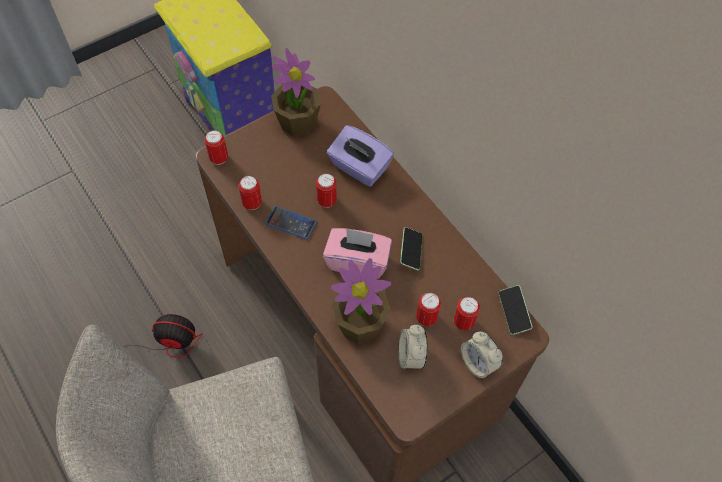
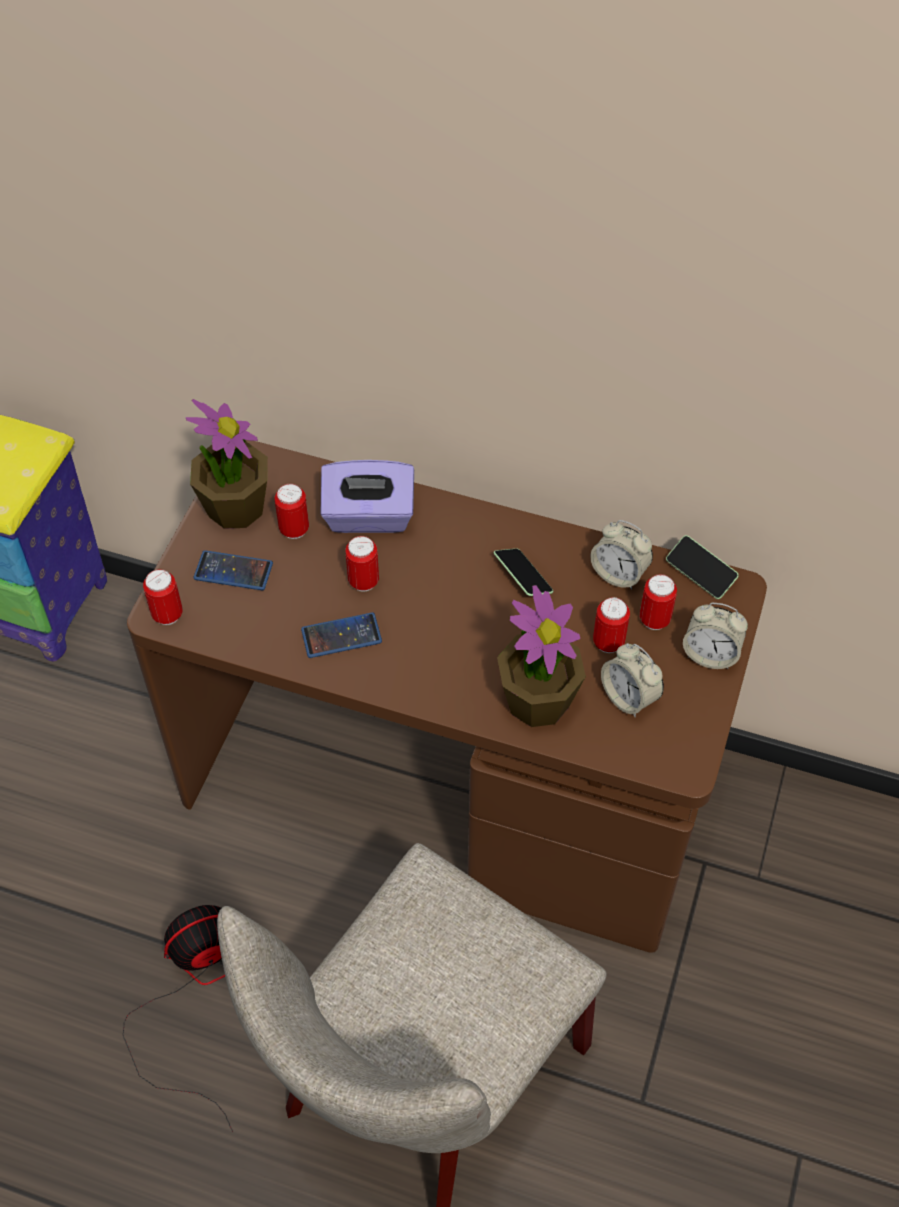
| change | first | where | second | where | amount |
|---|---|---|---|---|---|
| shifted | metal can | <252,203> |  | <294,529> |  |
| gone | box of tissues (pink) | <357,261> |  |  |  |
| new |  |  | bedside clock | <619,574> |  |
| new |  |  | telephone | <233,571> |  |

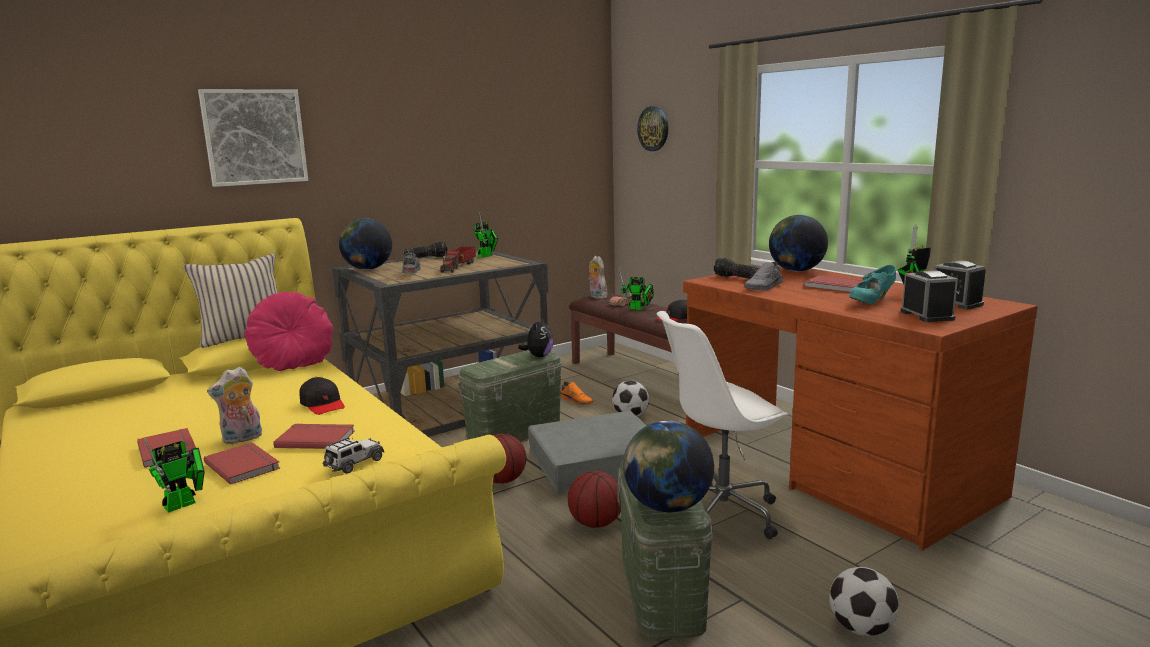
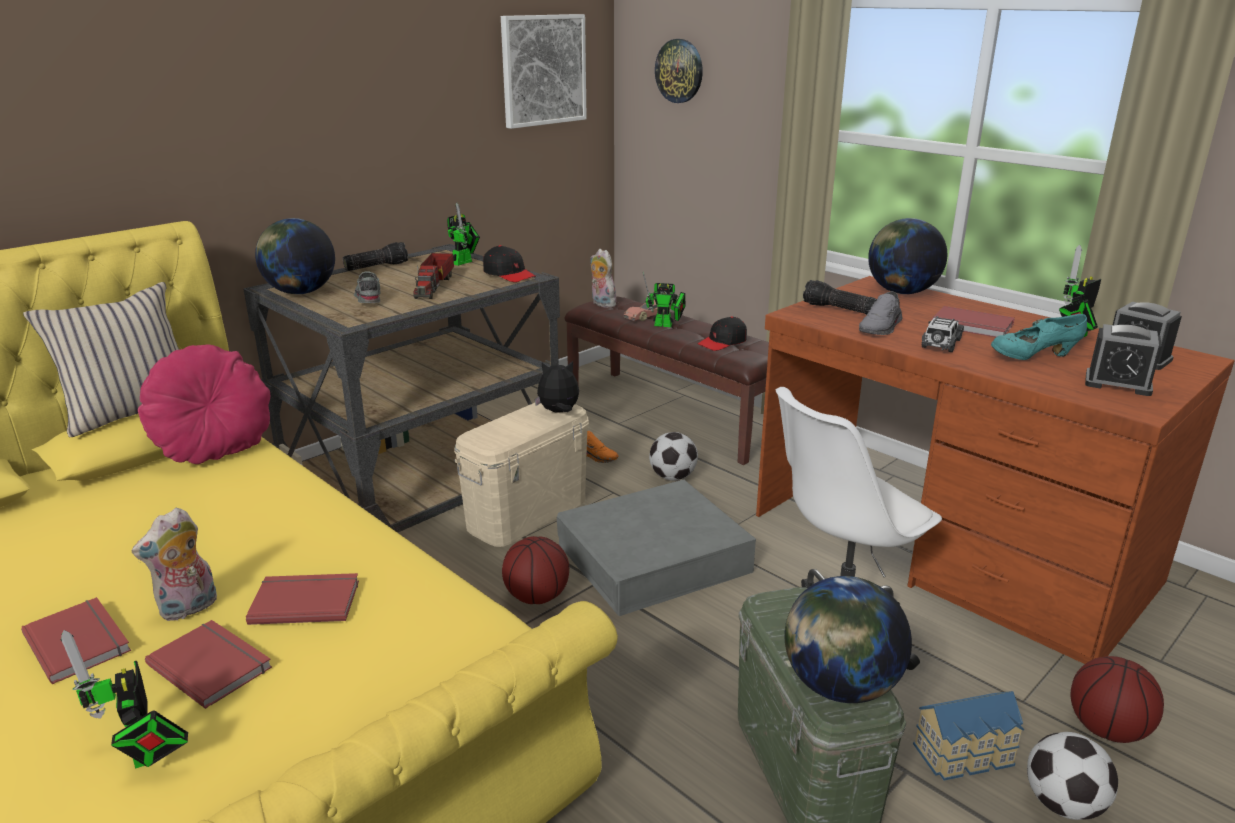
| change | first | where | second | where | amount |
|---|---|---|---|---|---|
| shifted | picture | <254,137> |  | <543,70> |  |
| rotated | item of footwear (turquoise) | <871,302> |  | <1033,357> | 45 degrees clockwise |
| rotated | bedside clock | <927,315> |  | <1117,383> | 135 degrees clockwise |
| rotated | soft toy | <538,356> |  | <558,412> | 105 degrees counterclockwise |
| repainted | storage box (green-coloured) | <514,433> | storage box (sand-coloured) | <527,513> |  |
| shifted | peaked cap (black-coloured) | <323,404> |  | <509,274> |  |
| shifted | model car | <354,464> |  | <941,344> |  |
| rotated | model robot | <185,503> |  | <145,756> | 120 degrees clockwise |
| shifted | basketball | <596,524> |  | <1107,730> |  |
| new |  |  | miniature house | <966,755> |  |

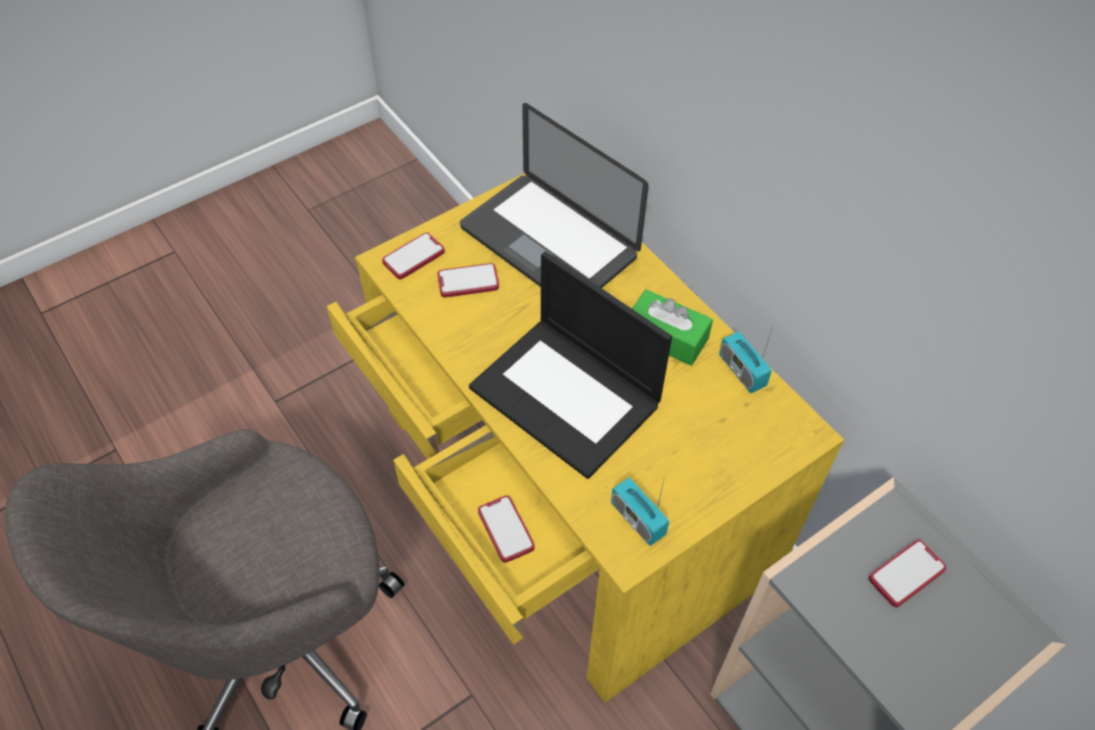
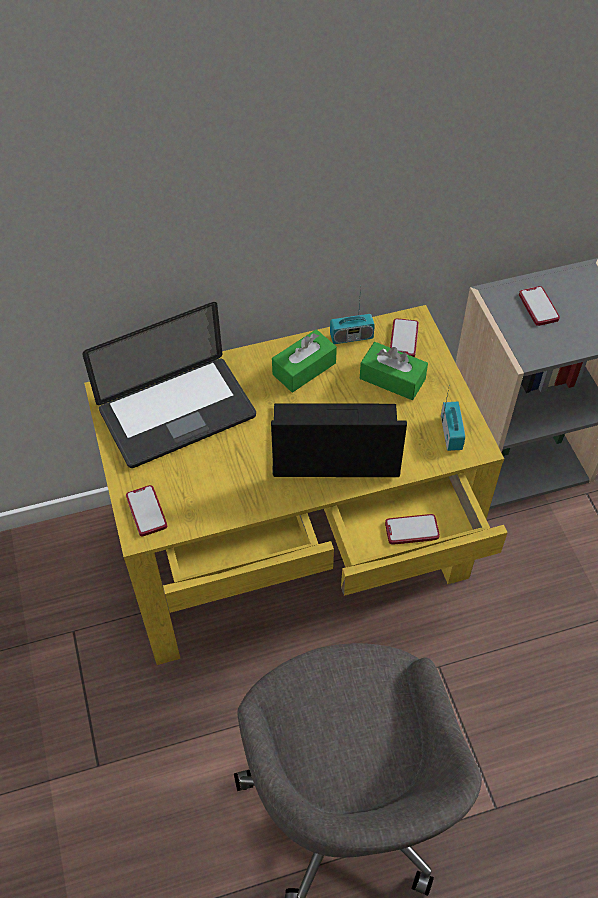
| change | first | where | second | where | amount |
|---|---|---|---|---|---|
| rotated | portable computer | <567,396> |  | <334,443> | 150 degrees counterclockwise |
| shifted | telephone | <468,282> |  | <404,339> |  |
| rotated | radio receiver | <637,519> |  | <451,433> | 75 degrees counterclockwise |
| new |  |  | box of tissues (green-coloured) | <392,379> |  |

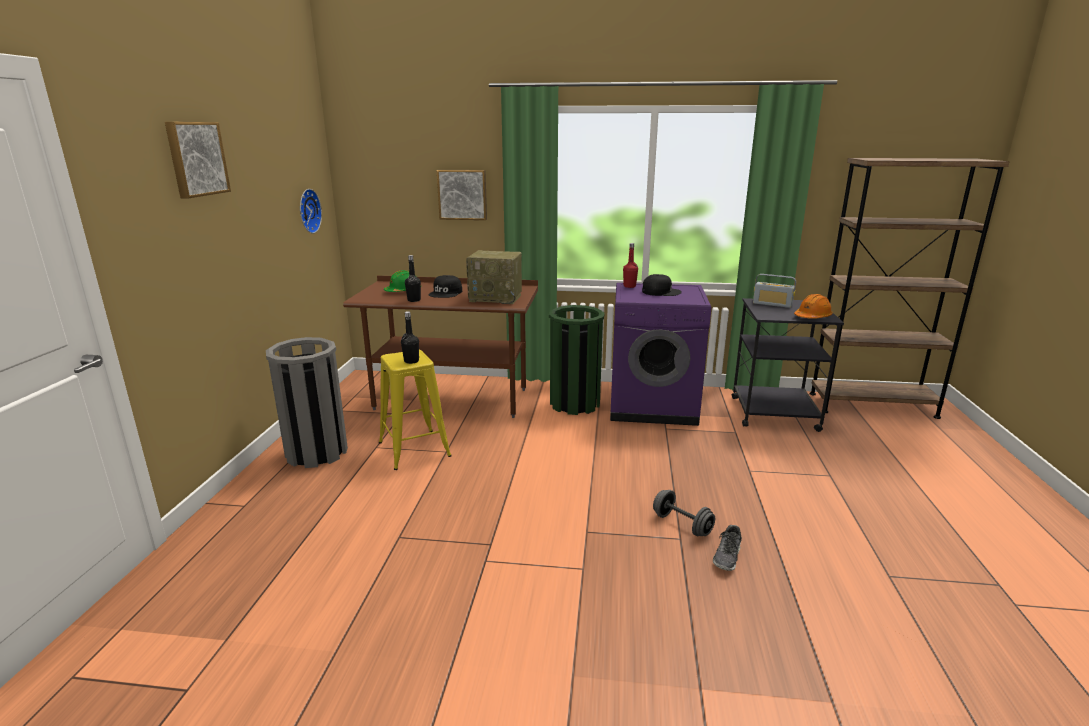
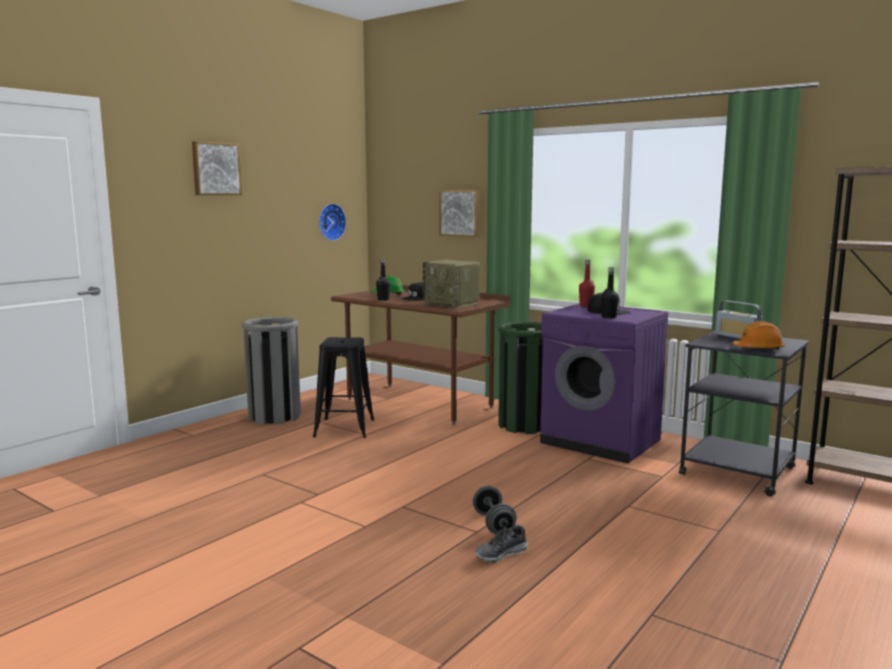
| change | first | where | second | where | amount |
|---|---|---|---|---|---|
| shifted | beverage bottle (black-coloured) | <411,361> |  | <609,317> |  |
| repainted | sitting stool (yellowish) | <414,449> | sitting stool (black-coloured) | <344,428> |  |

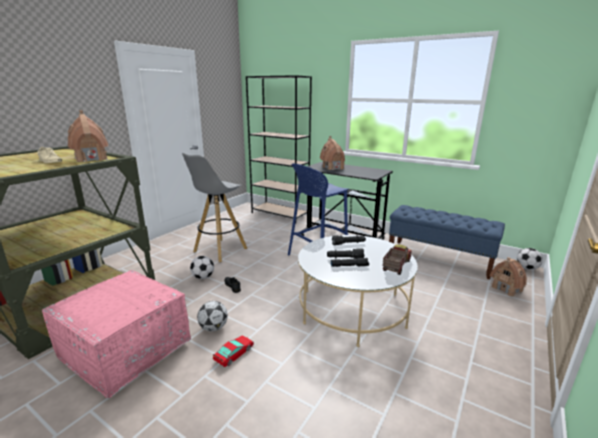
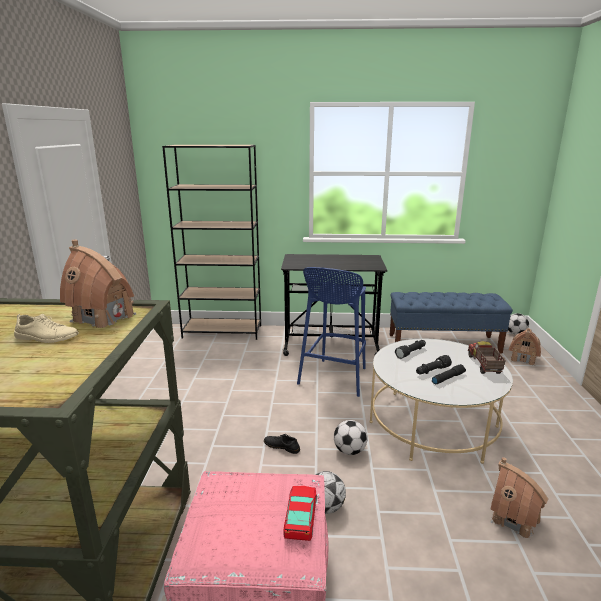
| change | first | where | second | where | amount |
|---|---|---|---|---|---|
| shifted | miniature house | <332,168> |  | <514,519> |  |
| gone | sitting stool (gray) | <219,250> |  |  |  |
| shifted | ball for football | <203,277> |  | <349,451> |  |
| shifted | model car | <234,354> |  | <301,517> |  |

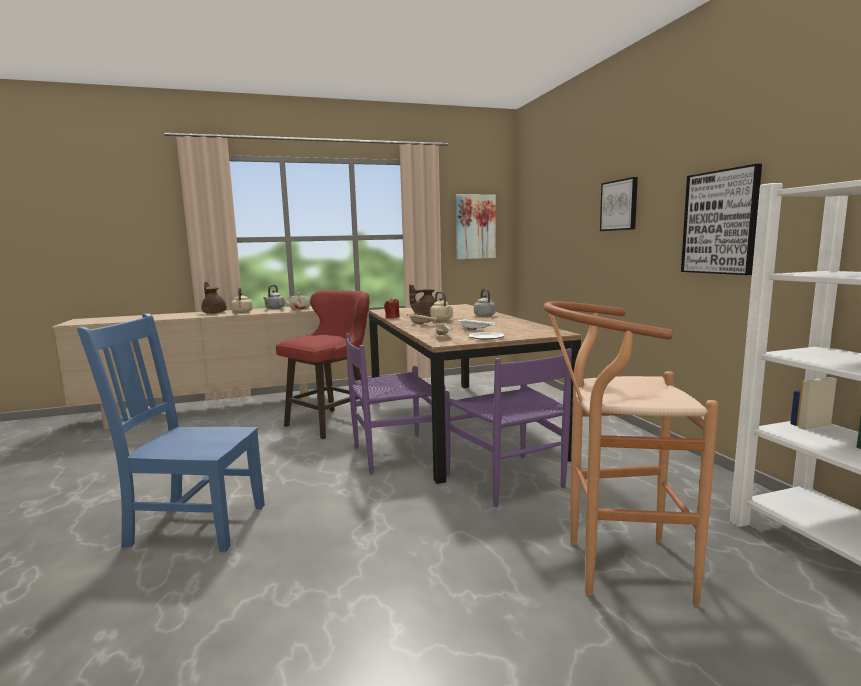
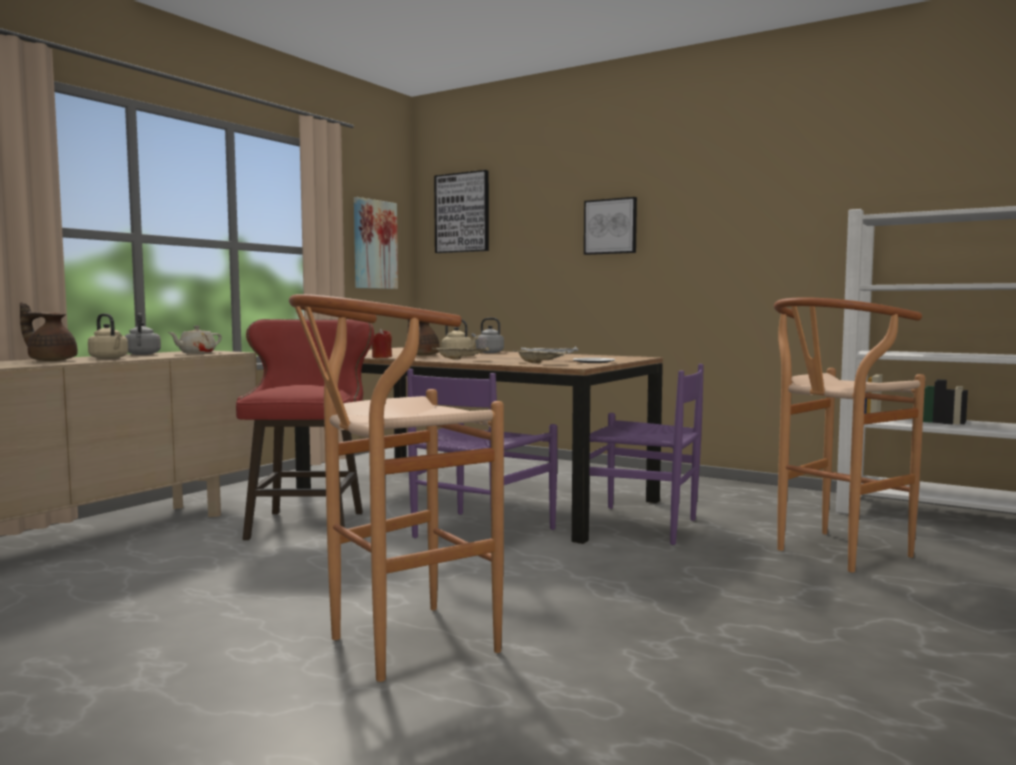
| change | first | where | second | where | amount |
|---|---|---|---|---|---|
| shifted | picture | <720,222> |  | <462,212> |  |
| swapped | upright chair (blue-coloured) | <193,524> | sitting stool (brown) | <397,647> |  |

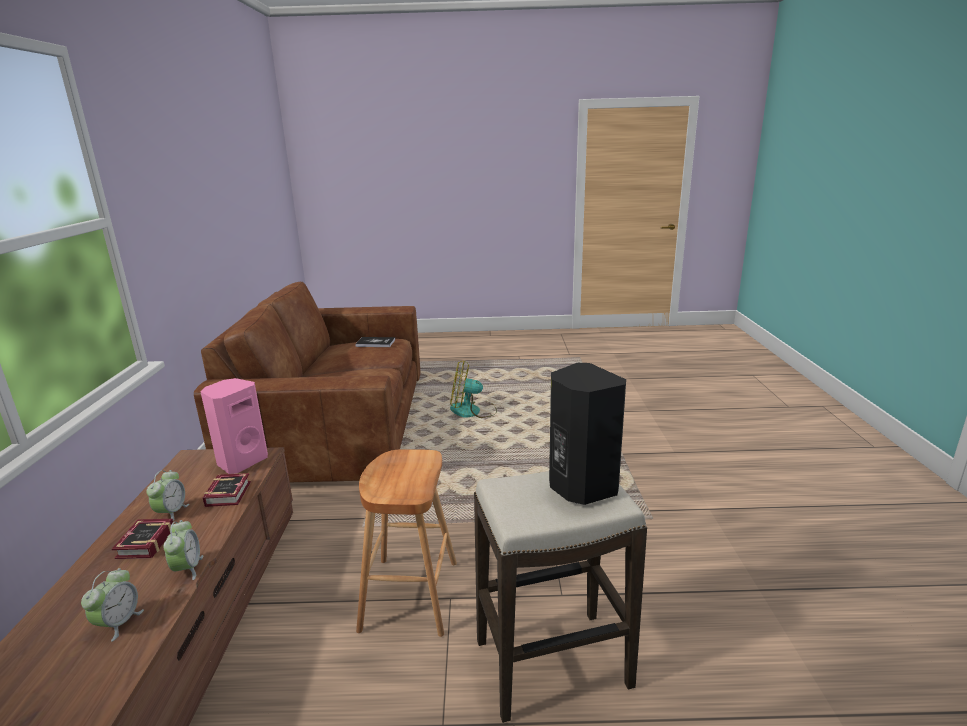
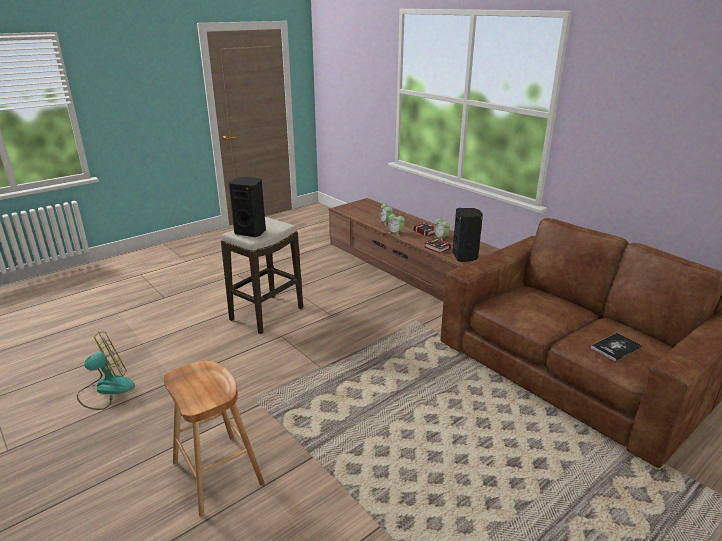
| change | first | where | second | where | amount |
|---|---|---|---|---|---|
| shifted | electric fan | <472,411> |  | <106,389> |  |
| repainted | speaker (pink) | <241,461> | speaker (black-coloured) | <465,257> |  |
| shifted | sitting stool (brown) | <410,595> |  | <217,473> |  |

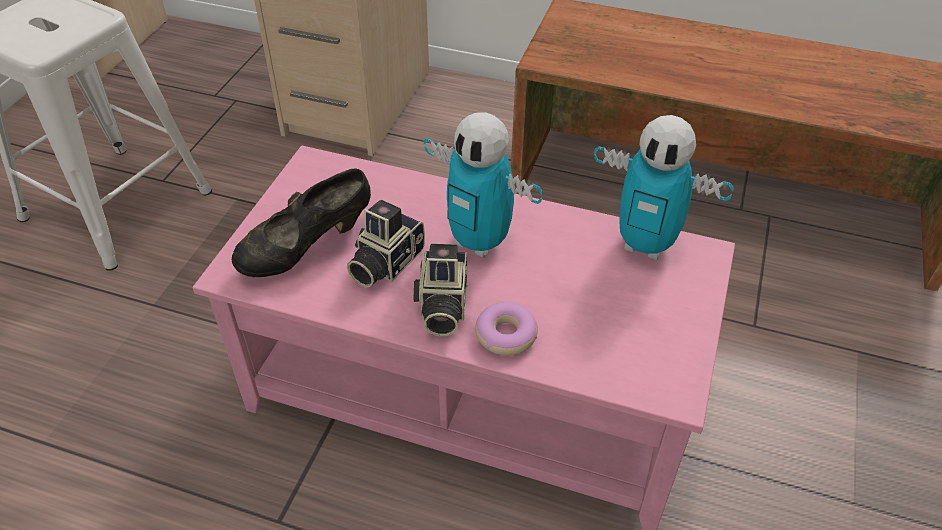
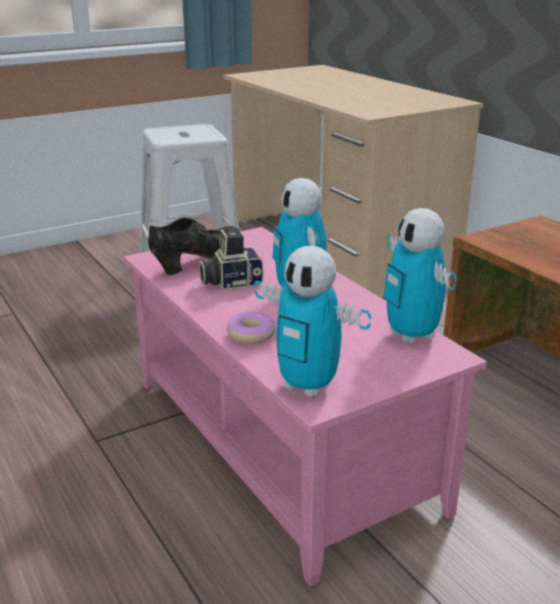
| change | first | where | second | where | amount |
|---|---|---|---|---|---|
| rotated | item of footwear (black-coloured) | <306,249> |  | <198,263> | 135 degrees clockwise |
| gone | photo camera | <441,306> |  |  |  |
| new |  |  | model robot | <308,386> |  |

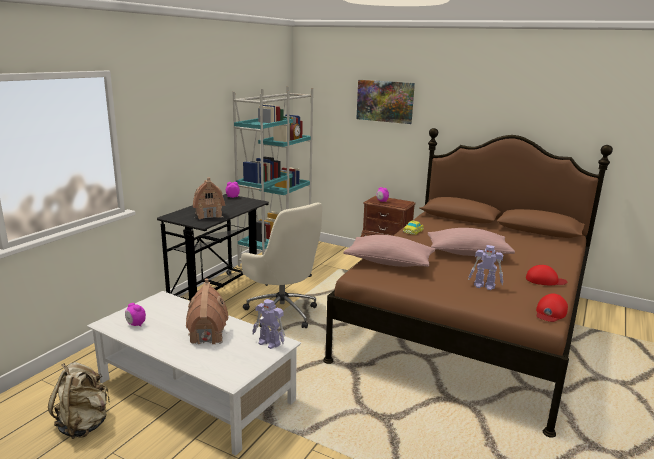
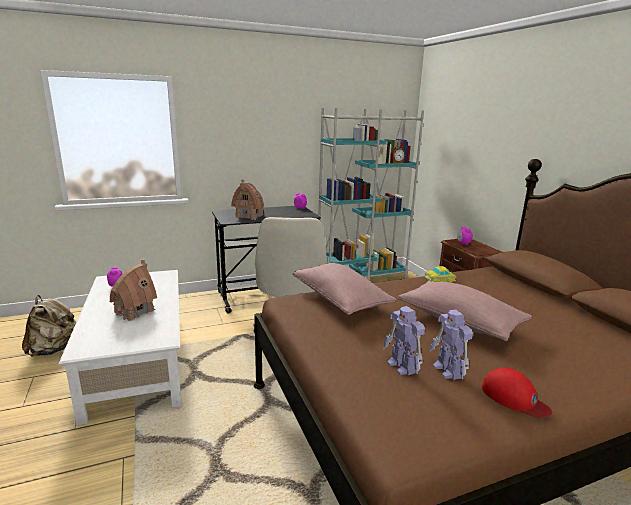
| change | first | where | second | where | amount |
|---|---|---|---|---|---|
| gone | picture | <385,101> |  |  |  |
| gone | peaked cap (red-coloured) | <550,312> |  |  |  |
| shifted | model robot | <269,343> |  | <448,371> |  |

